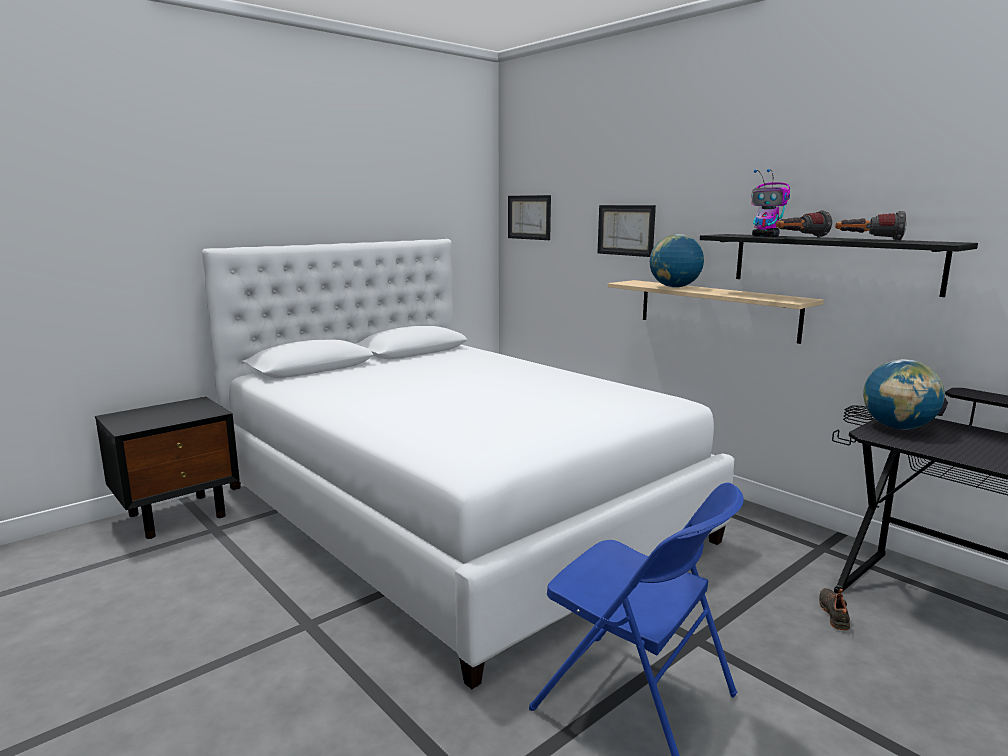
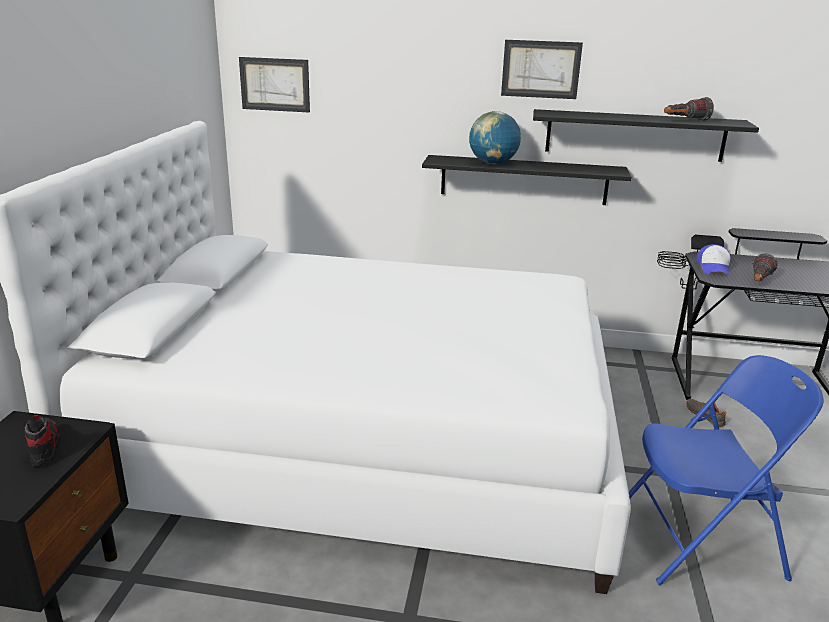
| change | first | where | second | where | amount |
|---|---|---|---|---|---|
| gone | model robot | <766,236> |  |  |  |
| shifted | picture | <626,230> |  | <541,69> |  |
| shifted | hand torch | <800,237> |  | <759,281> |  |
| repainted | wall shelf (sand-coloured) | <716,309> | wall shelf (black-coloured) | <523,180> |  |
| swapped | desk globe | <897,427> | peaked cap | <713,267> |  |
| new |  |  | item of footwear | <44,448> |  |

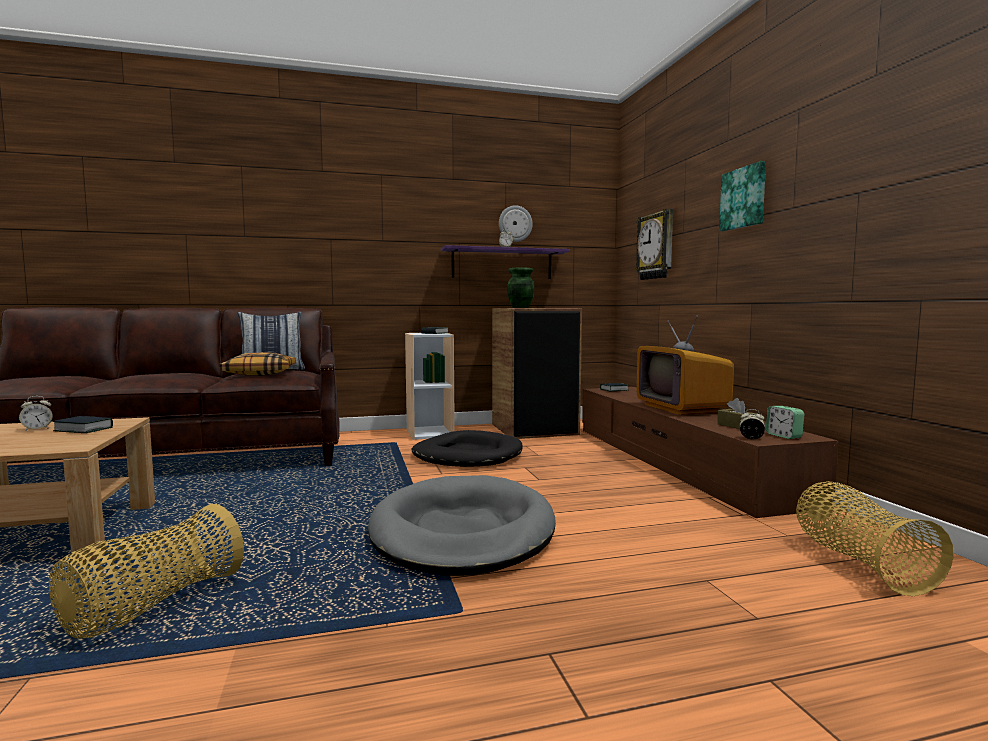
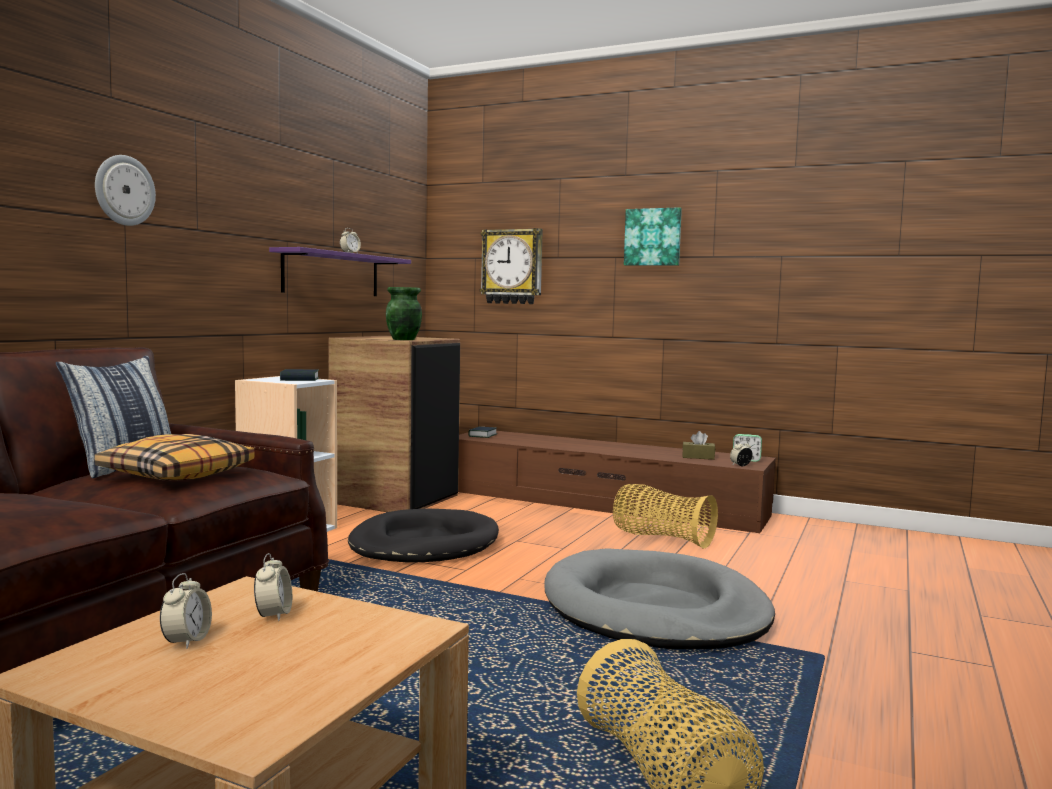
| change | first | where | second | where | amount |
|---|---|---|---|---|---|
| shifted | hanging clock | <515,223> |  | <124,190> |  |
| gone | television | <681,408> |  |  |  |
| swapped | volume | <83,429> | bedside clock | <273,615> |  |
| shifted | basket | <859,563> |  | <661,538> |  |

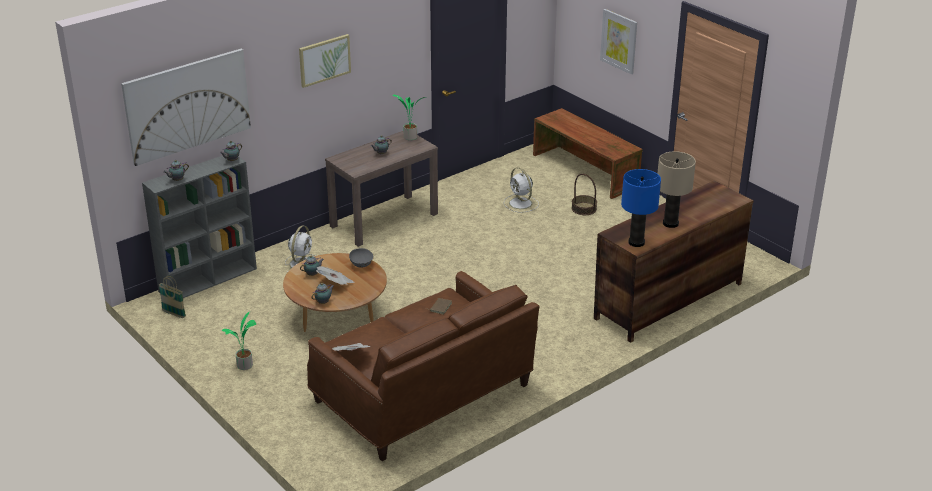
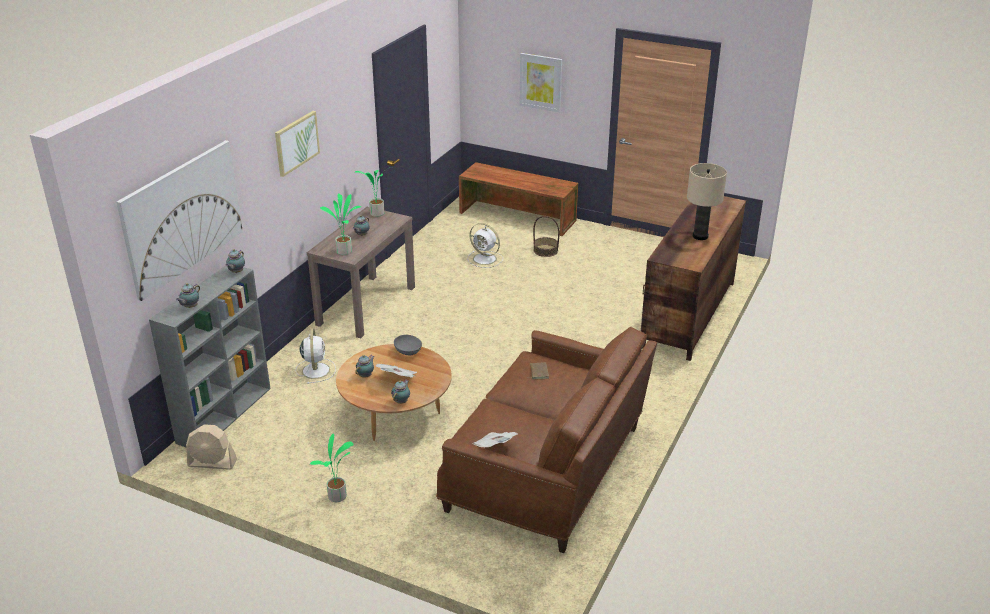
| change | first | where | second | where | amount |
|---|---|---|---|---|---|
| gone | tabletop lamp (blue-coloured) | <636,242> |  |  |  |
| swapped | basket | <174,314> | electric fan (sand-coloured) | <212,463> |  |
| new |  |  | houseplant | <345,251> |  |

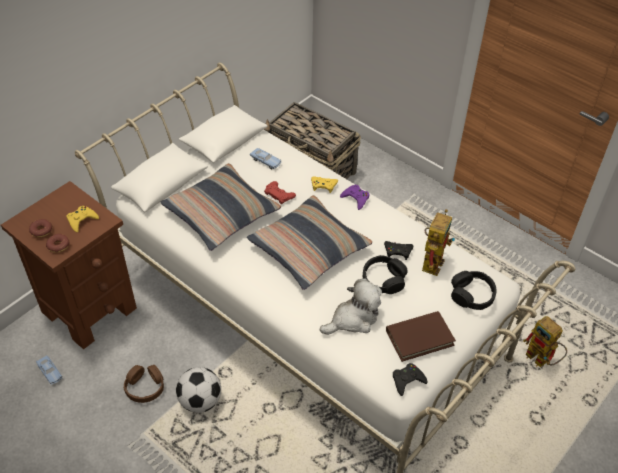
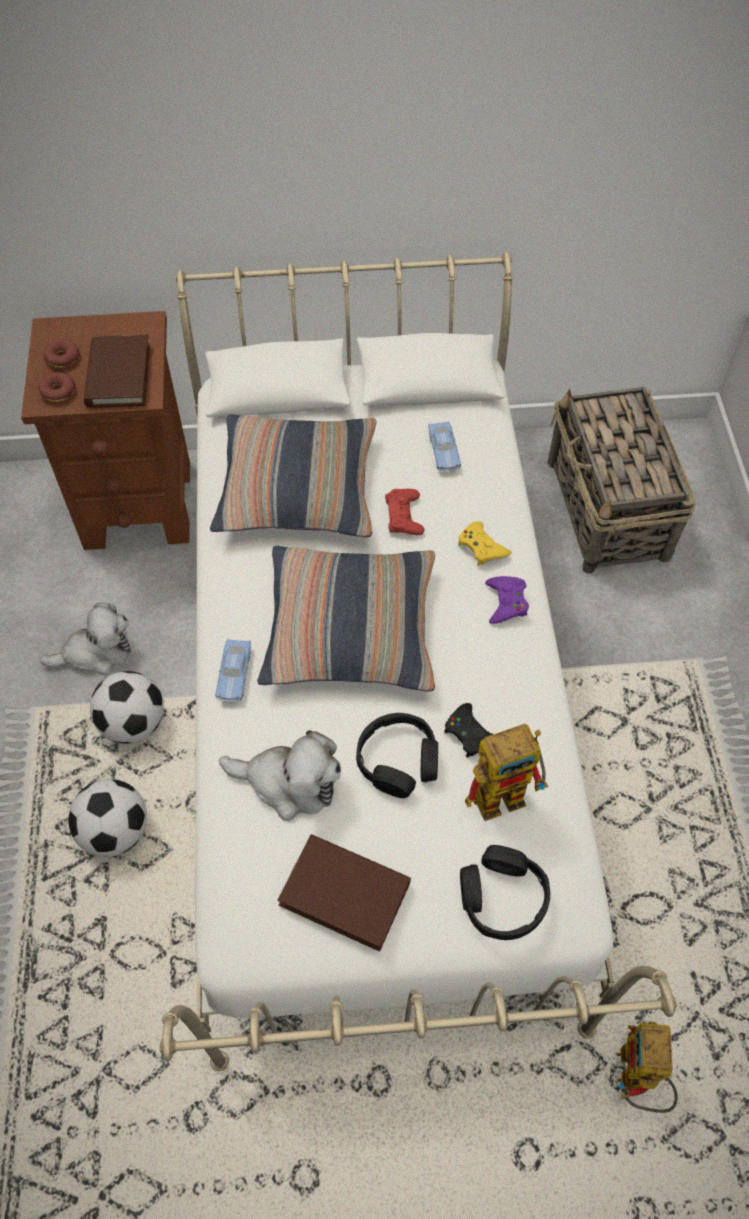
| change | first | where | second | where | amount |
|---|---|---|---|---|---|
| swapped | joypad (yellowish) | <81,220> | volume (brown) | <118,375> |  |
| shifted | model car (blue-coloured) | <50,372> |  | <234,674> |  |
| gone | joypad (black-coloured) | <407,380> |  |  |  |
| swapped | headset (brown) | <145,387> | soft toy | <96,652> |  |
| new |  |  | ball for football | <115,831> |  |

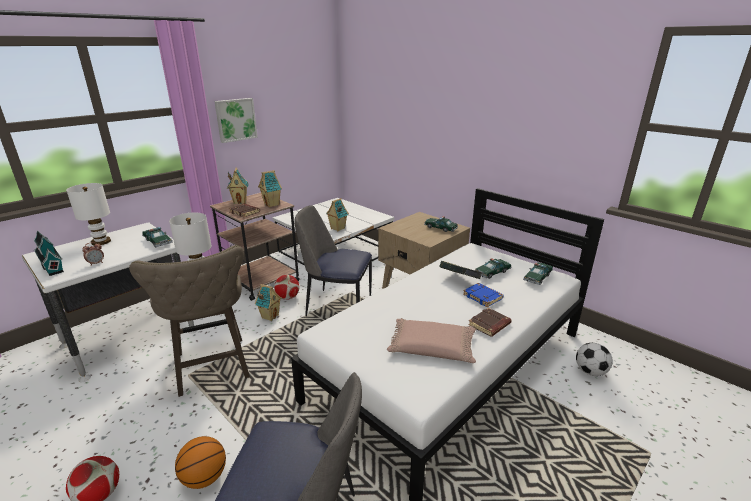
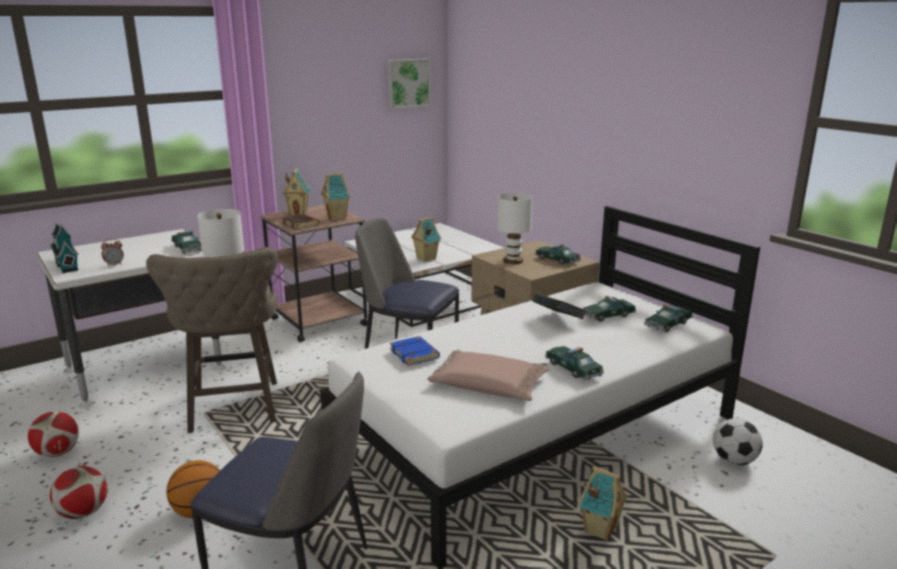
| change | first | where | second | where | amount |
|---|---|---|---|---|---|
| shifted | picture | <235,119> |  | <408,83> |  |
| shifted | tabletop lamp (white) | <100,242> |  | <512,261> |  |
| shifted | ball for football | <288,297> |  | <58,453> |  |
| shifted | volume (blue-coloured) | <483,297> |  | <415,354> |  |
| shifted | miniature house | <270,316> |  | <599,530> |  |
| swapped | volume (brown) | <489,325> | model car | <573,369> |  |

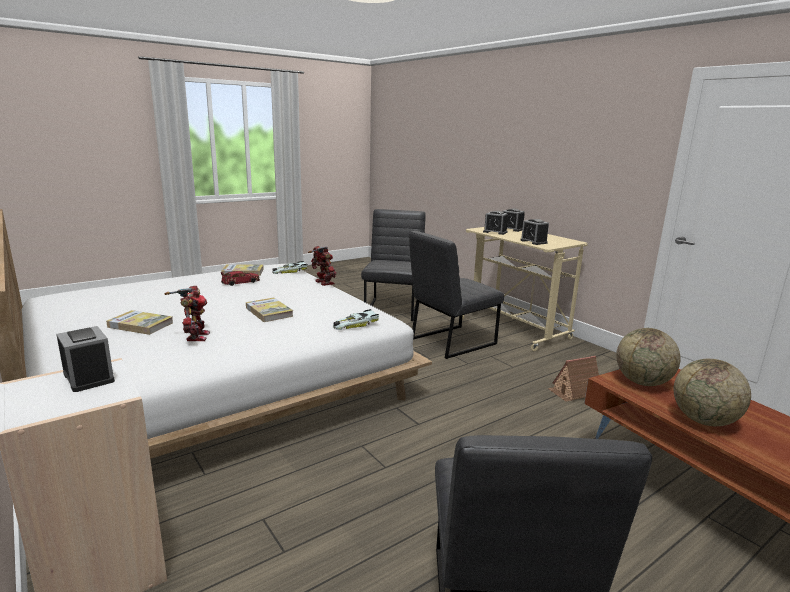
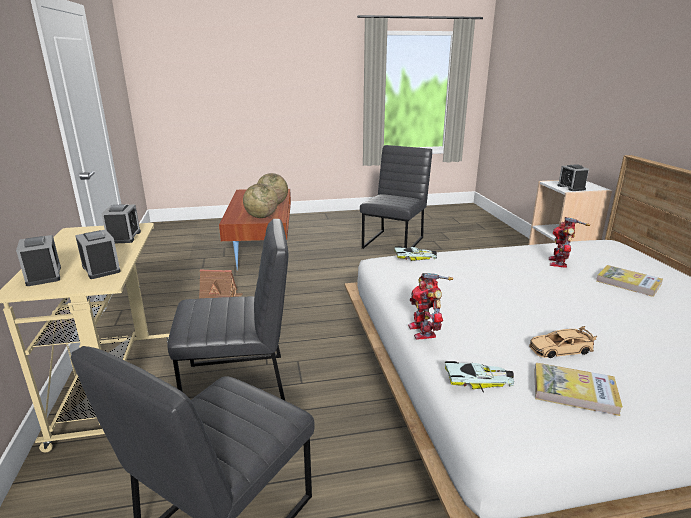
| change | first | where | second | where | amount |
|---|---|---|---|---|---|
| repainted | model car (red-coloured) | <240,282> | model car (sand-coloured) | <560,349> |  |
| gone | volume | <269,312> |  |  |  |

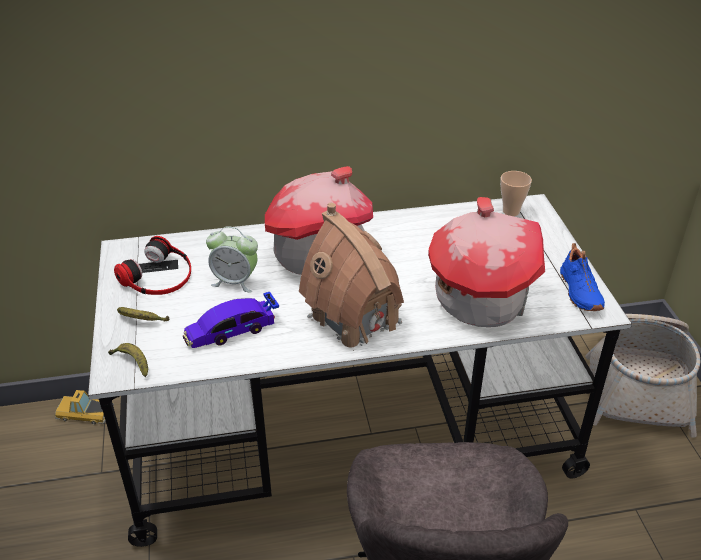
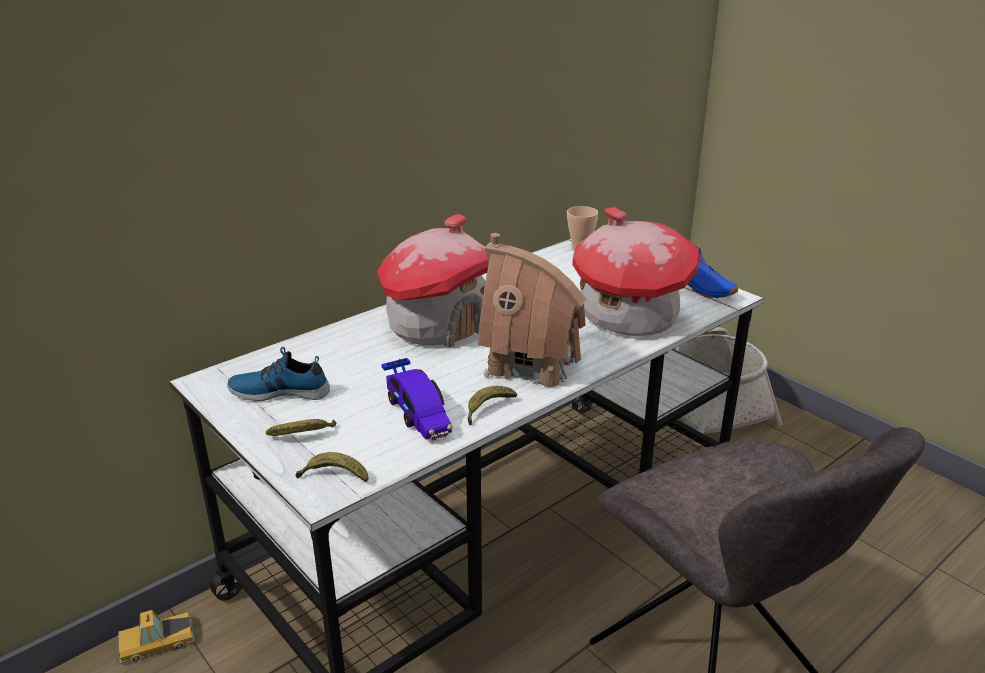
| change | first | where | second | where | amount |
|---|---|---|---|---|---|
| gone | bedside clock | <235,281> |  |  |  |
| swapped | headset | <159,276> | item of footwear | <280,391> |  |
| rotated | model car | <232,330> |  | <417,412> | 60 degrees counterclockwise |
| new |  |  | whole banana | <488,409> |  |

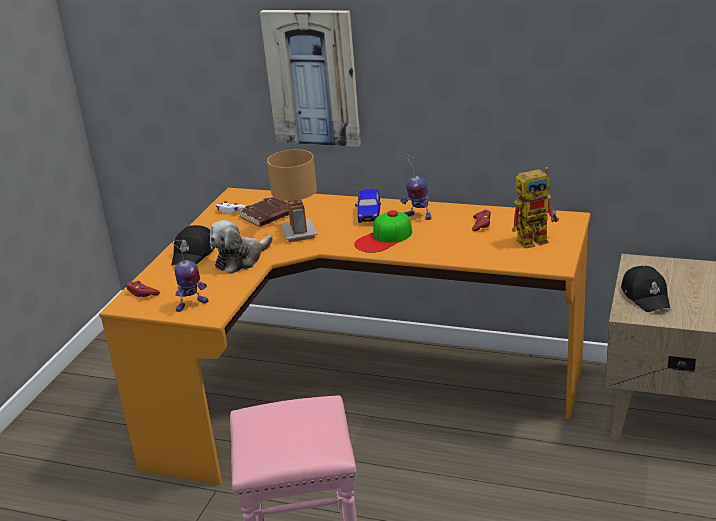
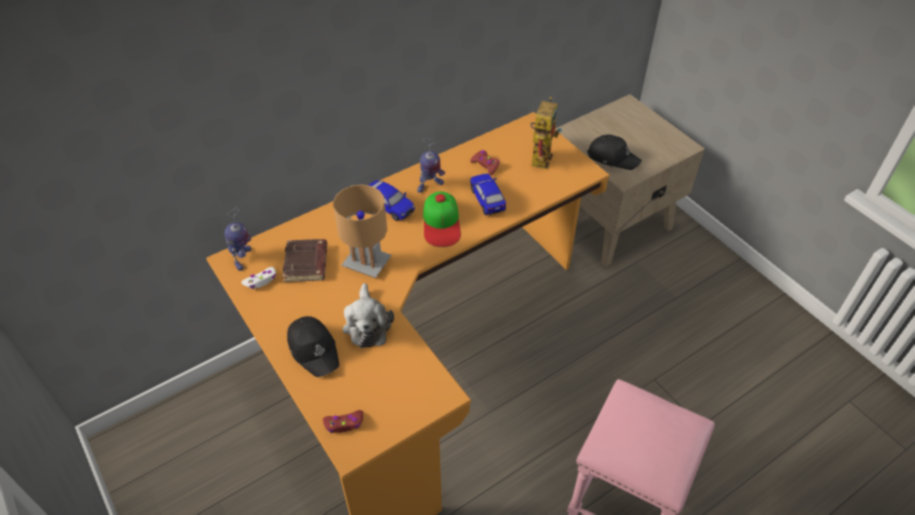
| change | first | where | second | where | amount |
|---|---|---|---|---|---|
| gone | picture | <312,78> |  |  |  |
| shifted | model robot | <191,305> |  | <242,259> |  |
| new |  |  | model car | <487,200> |  |

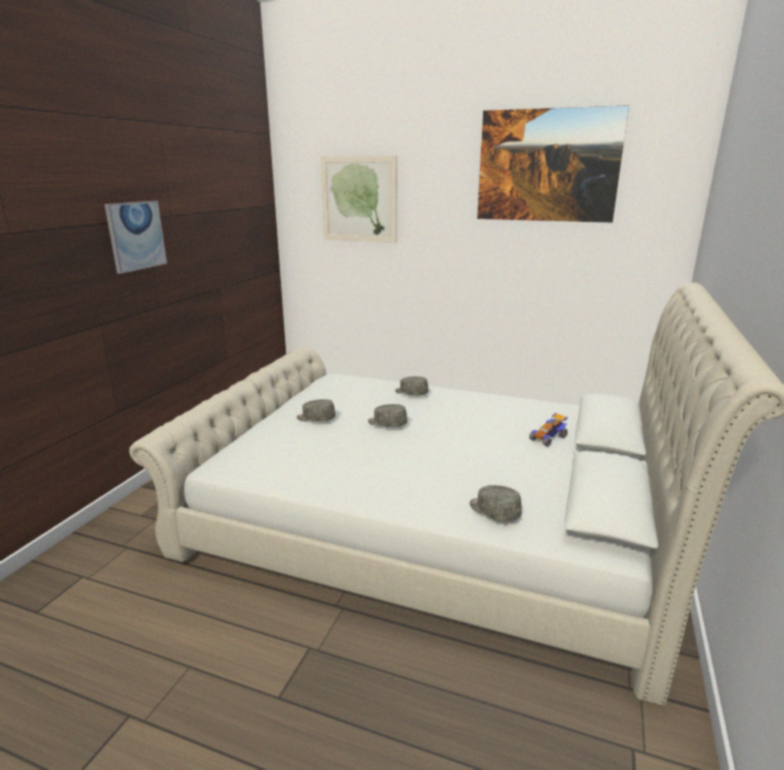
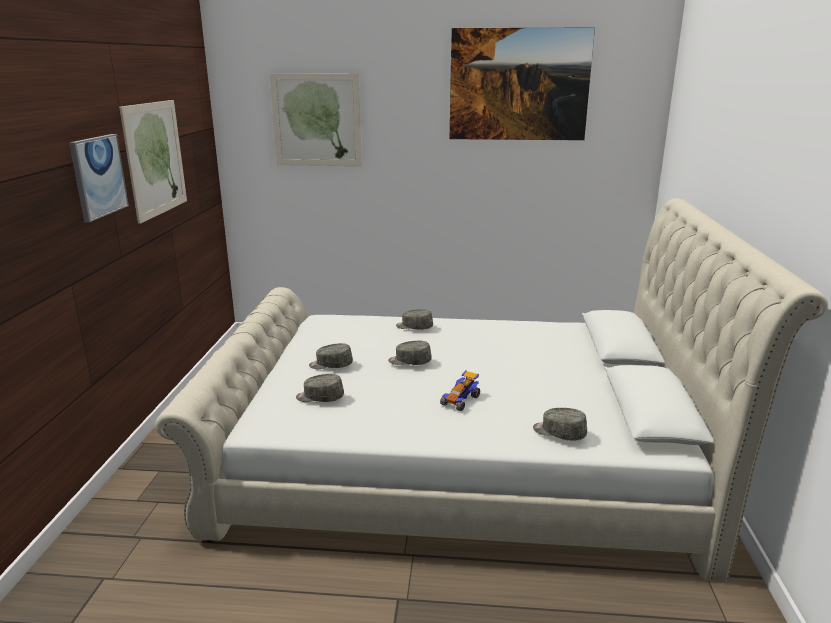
| change | first | where | second | where | amount |
|---|---|---|---|---|---|
| shifted | model car | <548,438> |  | <460,400> |  |
| new |  |  | picture | <155,159> |  |
| new |  |  | peaked cap (gray) | <319,398> |  |

